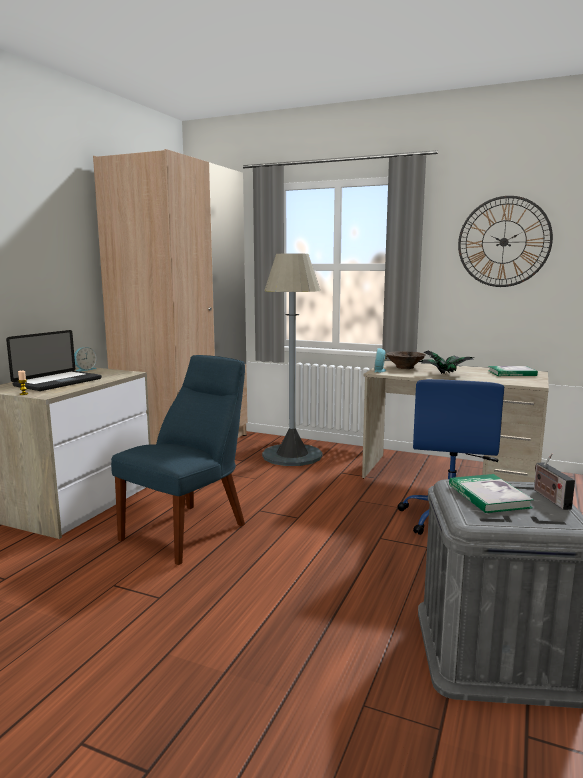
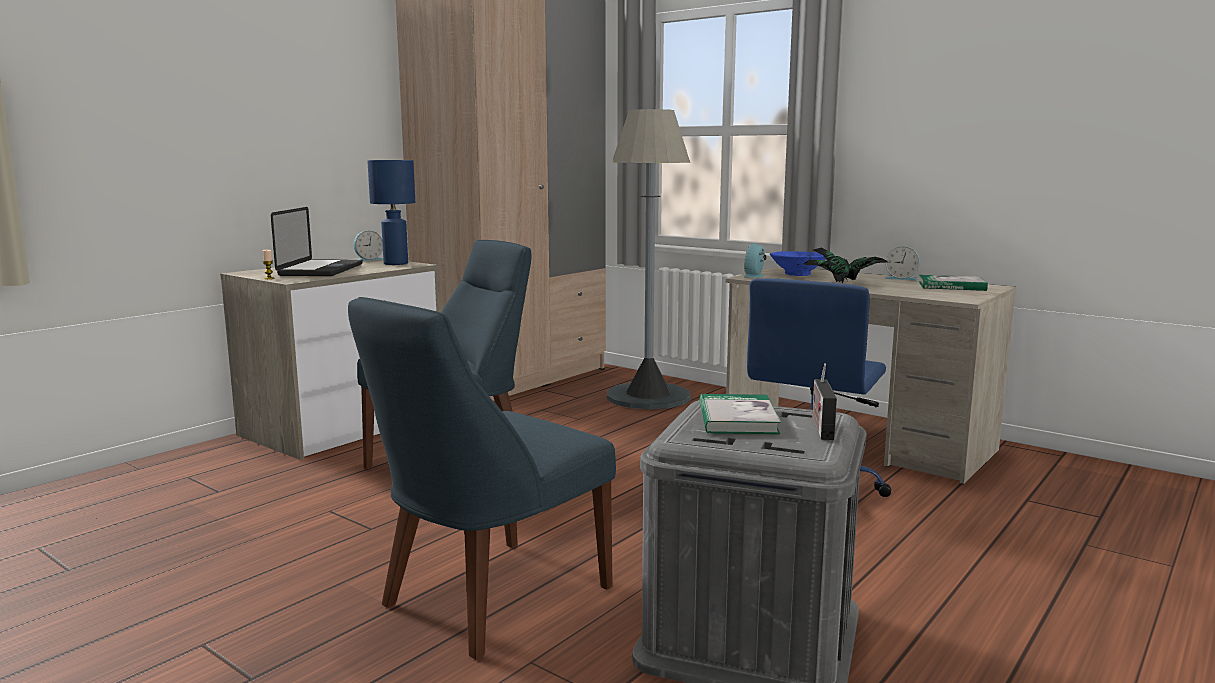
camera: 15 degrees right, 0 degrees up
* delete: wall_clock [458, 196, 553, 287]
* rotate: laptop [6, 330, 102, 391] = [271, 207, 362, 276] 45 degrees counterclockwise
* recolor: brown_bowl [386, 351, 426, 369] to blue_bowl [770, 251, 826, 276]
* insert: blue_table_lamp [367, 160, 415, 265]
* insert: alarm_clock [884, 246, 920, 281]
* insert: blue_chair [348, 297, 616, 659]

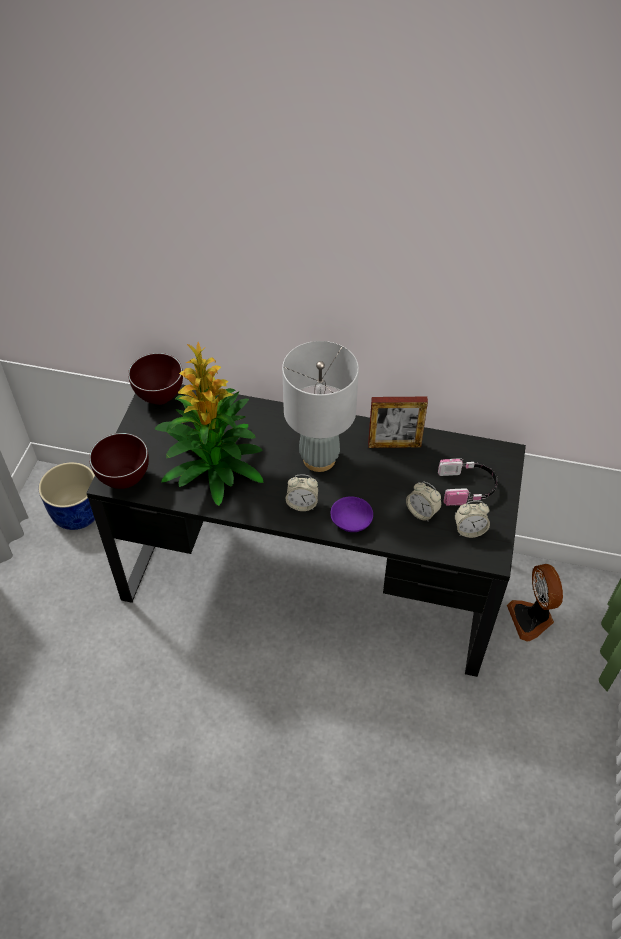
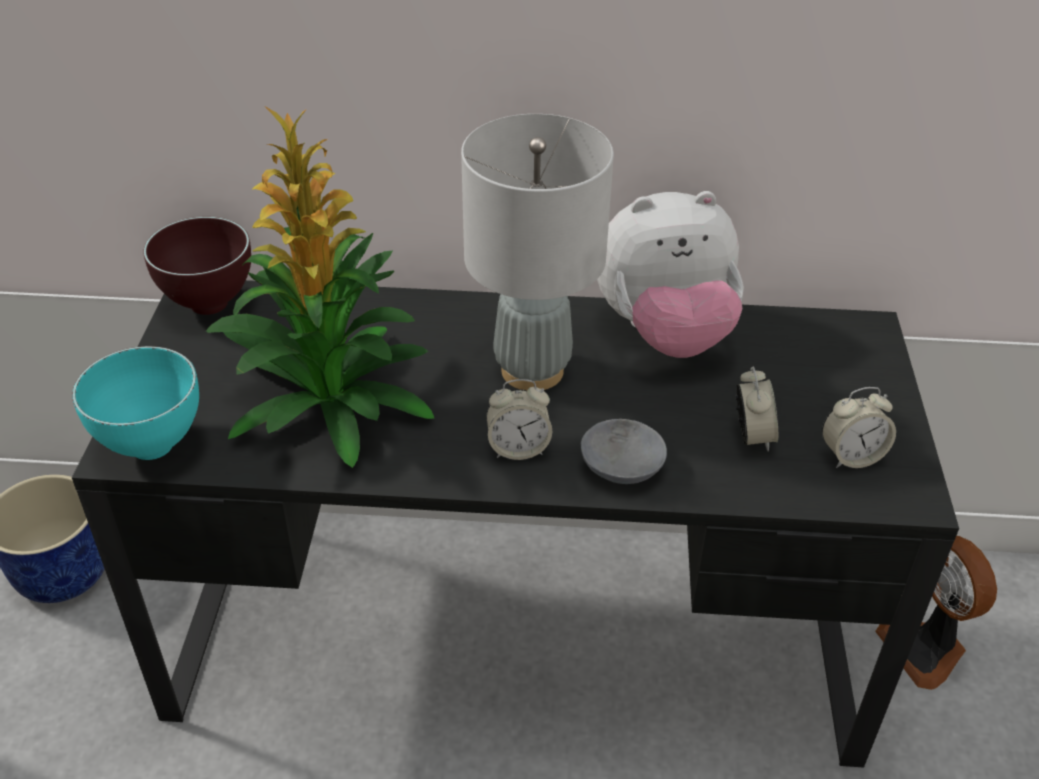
camera: 10 degrees left, 10 degrees down
* replace: picture_frame [368, 397, 428, 448] to plush_toy [597, 191, 744, 358]
* recolor: brown_bowl [89, 433, 149, 489] to turquoise_bowl [72, 346, 199, 460]
* delete: headphones [438, 458, 498, 506]
* rotate: alarm_clock [406, 481, 442, 522] = [736, 367, 778, 452] 120 degrees counterclockwise
* recolor: purple_bowl [331, 496, 373, 532] to grey_bowl [581, 419, 667, 484]

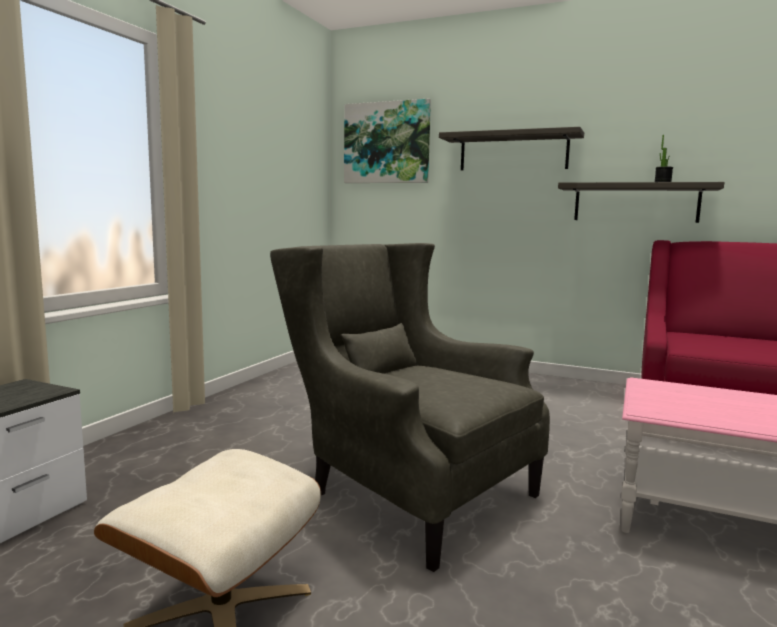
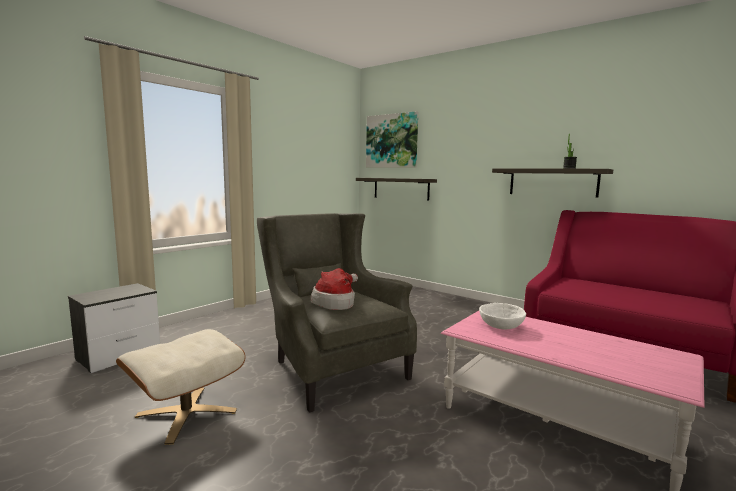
camera: 15 degrees right, 0 degrees up
* move: shelf [439, 127, 584, 170] to [356, 178, 437, 201]
* insert: hat [311, 268, 358, 310]
* insert: white_bowl [479, 303, 526, 329]

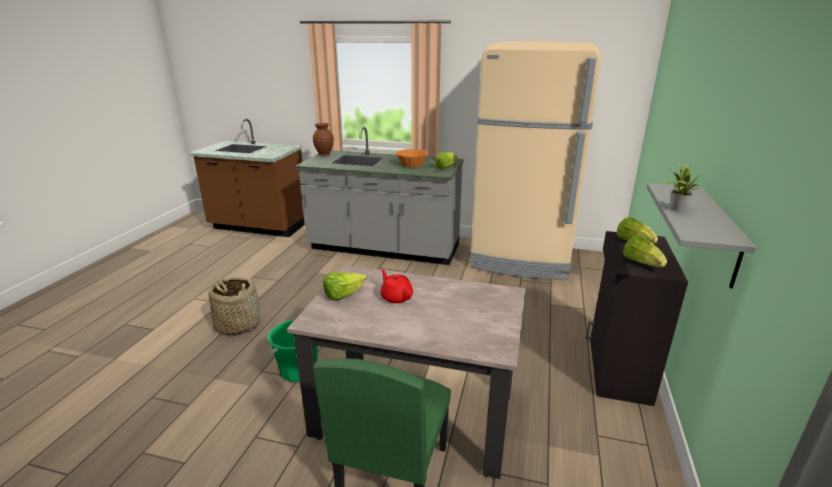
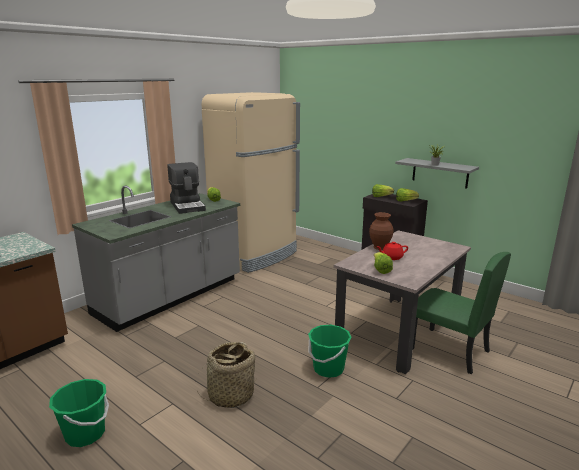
camera: 65 degrees left, 5 degrees down
* move: brown_vase [313, 123, 334, 156] to [369, 212, 394, 250]
* replace: orange_bowl [396, 149, 428, 167] to coffee_machine [167, 162, 206, 214]
* insert: green_bucket [49, 379, 109, 447]

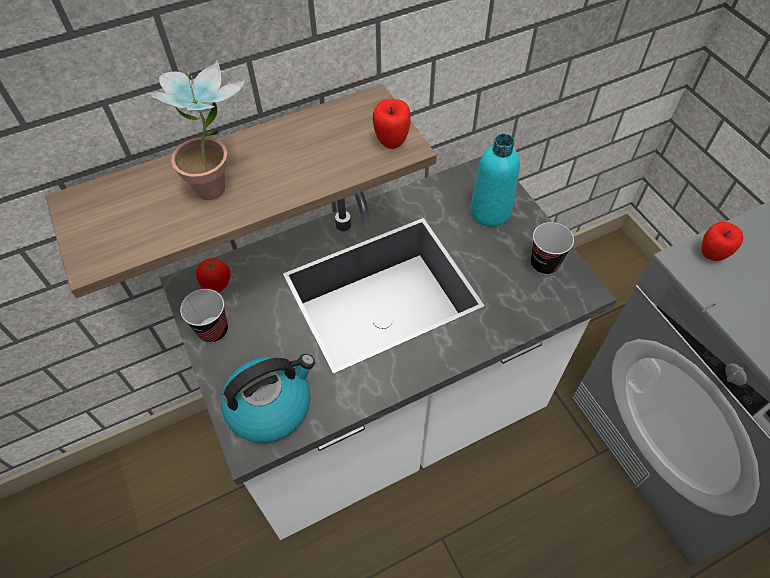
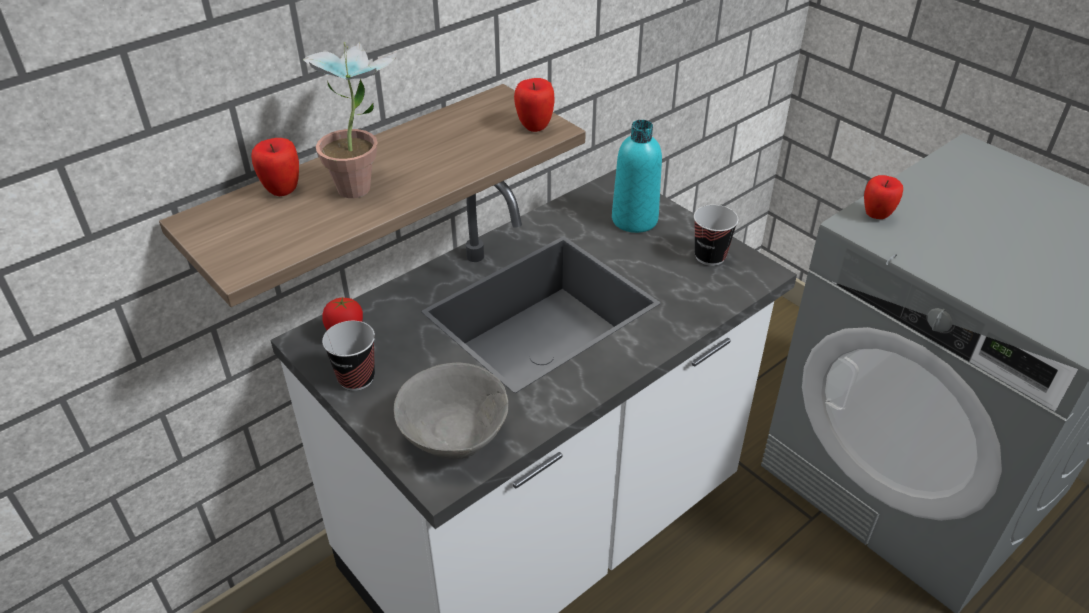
camera: 15 degrees left, 15 degrees down
* replace: kettle [221, 354, 315, 443] to grey_bowl [394, 363, 508, 460]
* insert: apple [251, 138, 299, 196]

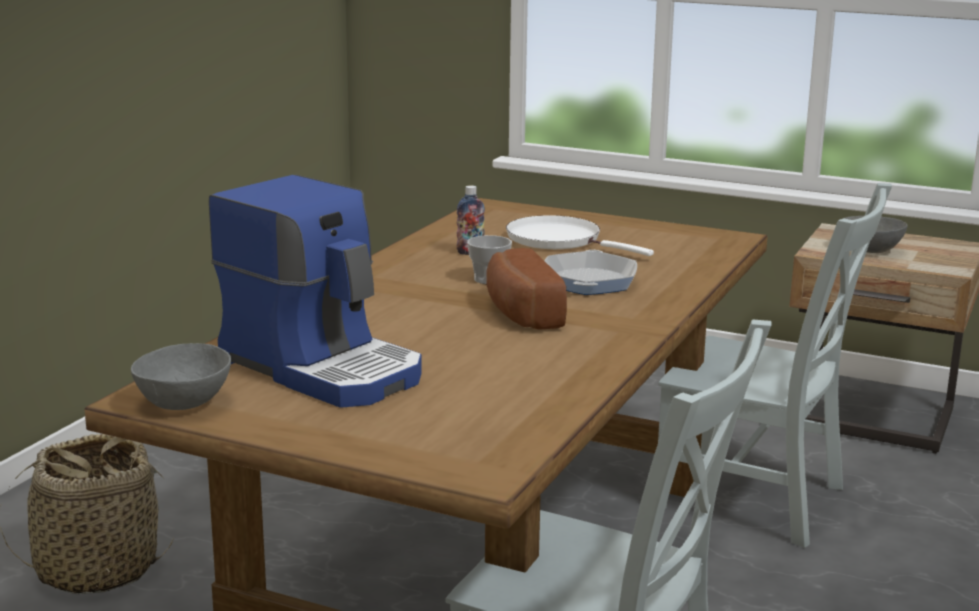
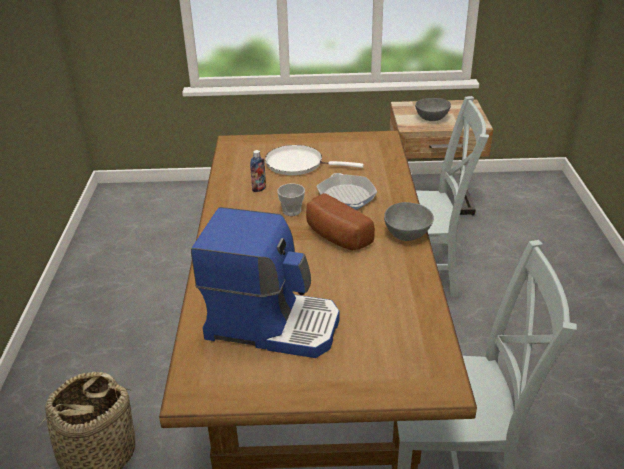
camera: 25 degrees left, 15 degrees up
* move: grey_bowl [131, 343, 231, 410] to [384, 202, 434, 241]

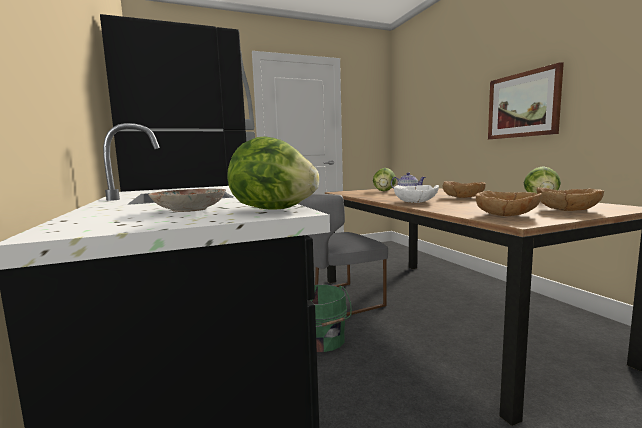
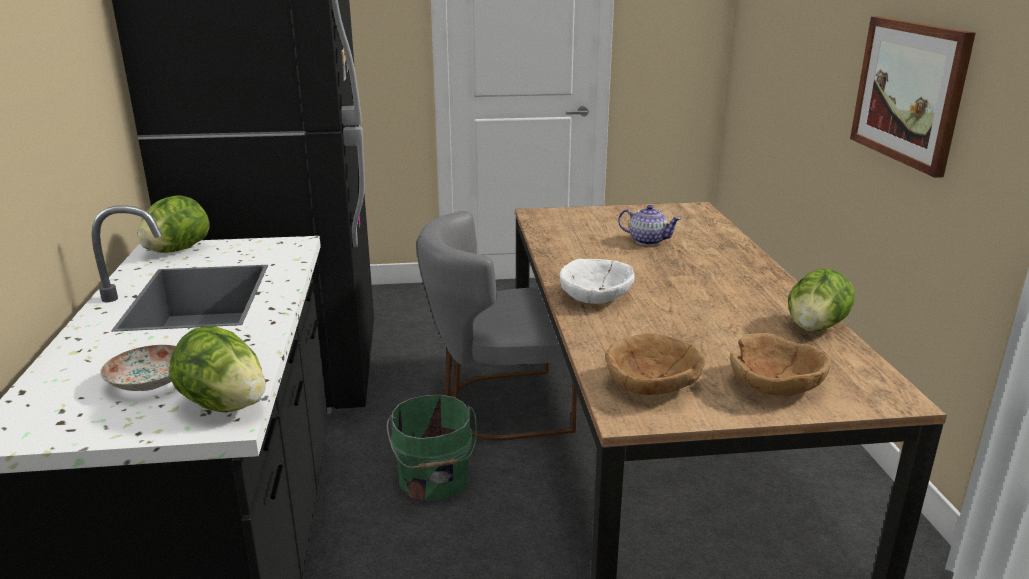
camera: 15 degrees right, 15 degrees up
* move: lettuce [373, 168, 396, 191] to [137, 195, 210, 253]
* delete: brown_bowl [442, 181, 486, 198]

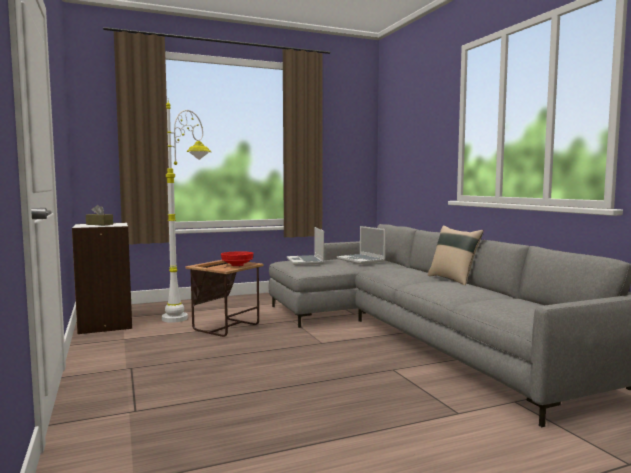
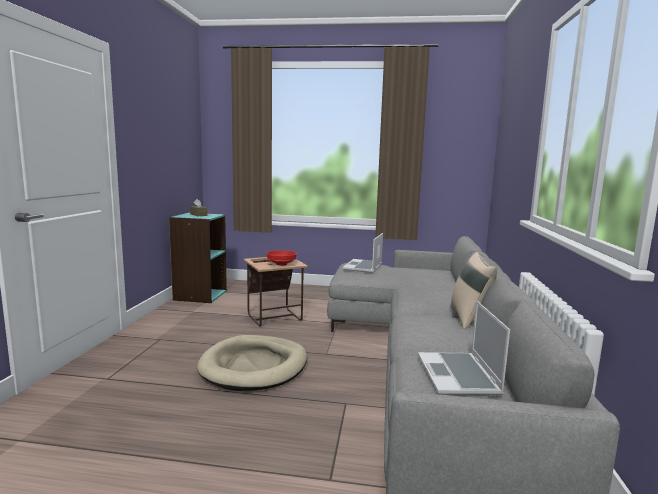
camera: 30 degrees right, 5 degrees up
* delete: white_floor_lamp [162, 98, 211, 323]
* recolor: white_bookcase [72, 223, 132, 334] to turquoise_bookcase [169, 213, 227, 303]
* move: laptop [337, 226, 385, 264] to [418, 301, 510, 395]
* insert: beige_dog_bed [197, 335, 307, 391]

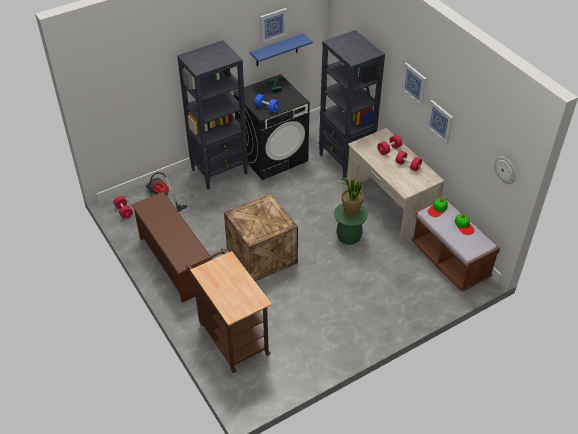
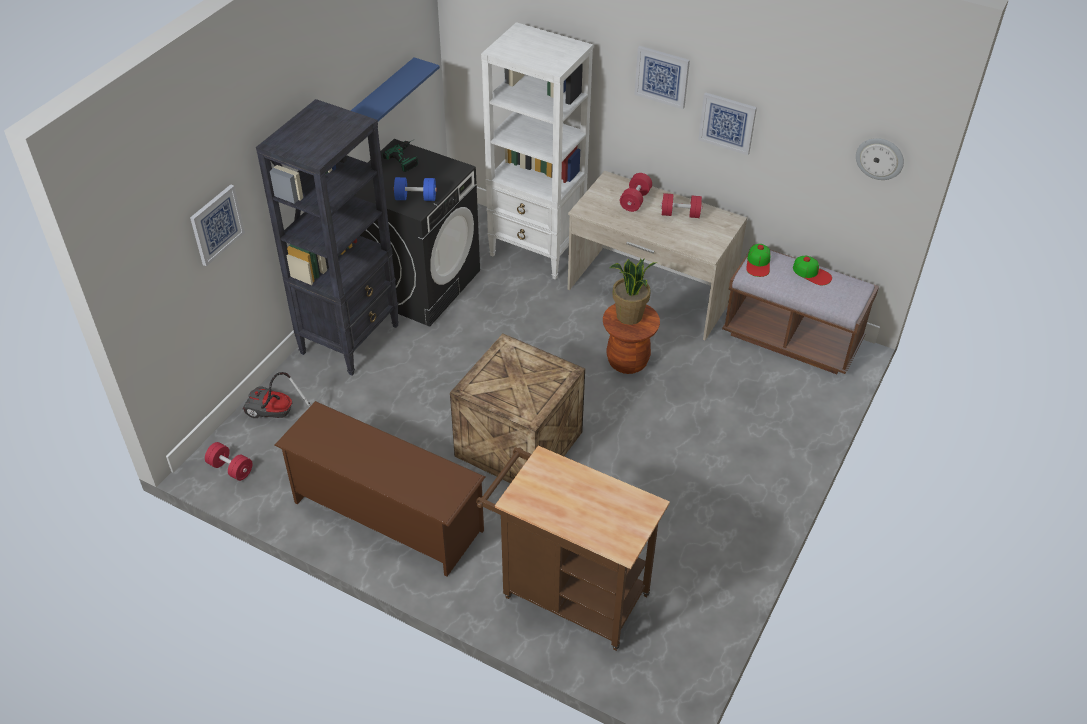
camera: 30 degrees left, 0 degrees up
* move: picture [260, 8, 287, 43] to [190, 184, 245, 266]
* recolor: black_bookcase [319, 30, 385, 178] to white_bookcase [481, 22, 593, 280]
* recolor: green_stool [334, 203, 368, 245] to brown_stool [603, 304, 660, 374]

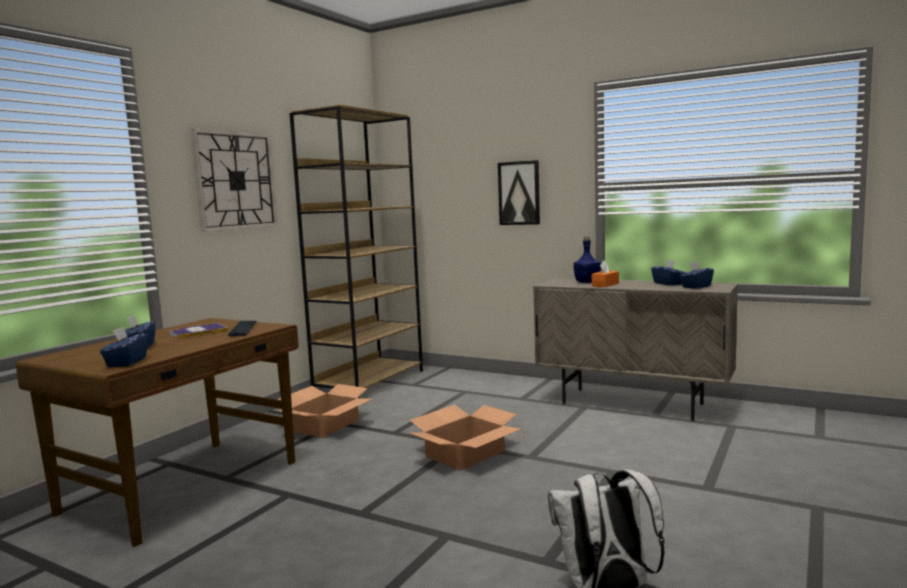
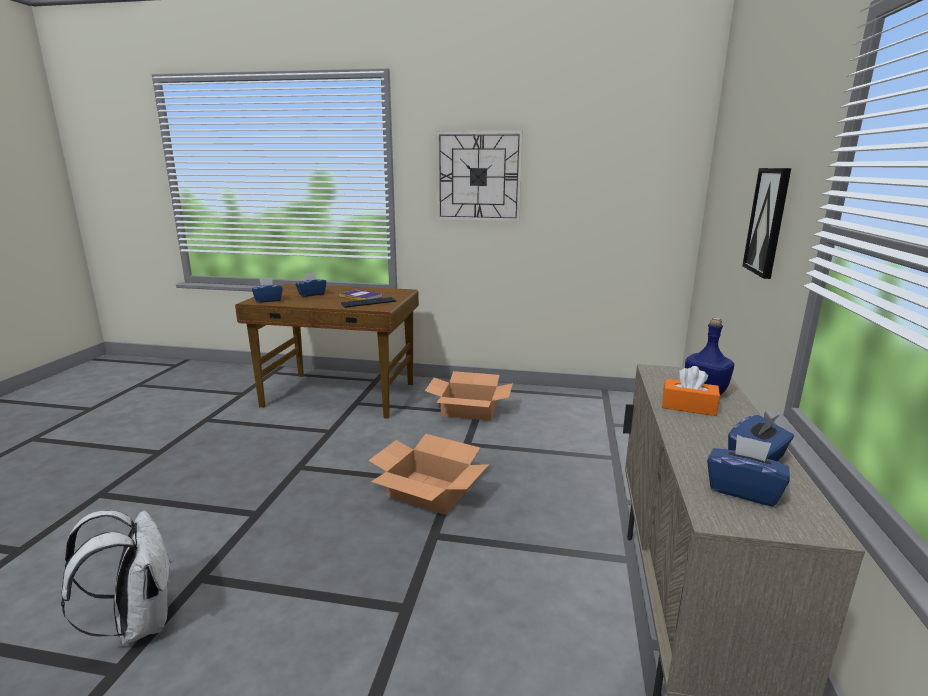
camera: 70 degrees right, 10 degrees up
* delete: brown_bookcase [289, 105, 423, 398]

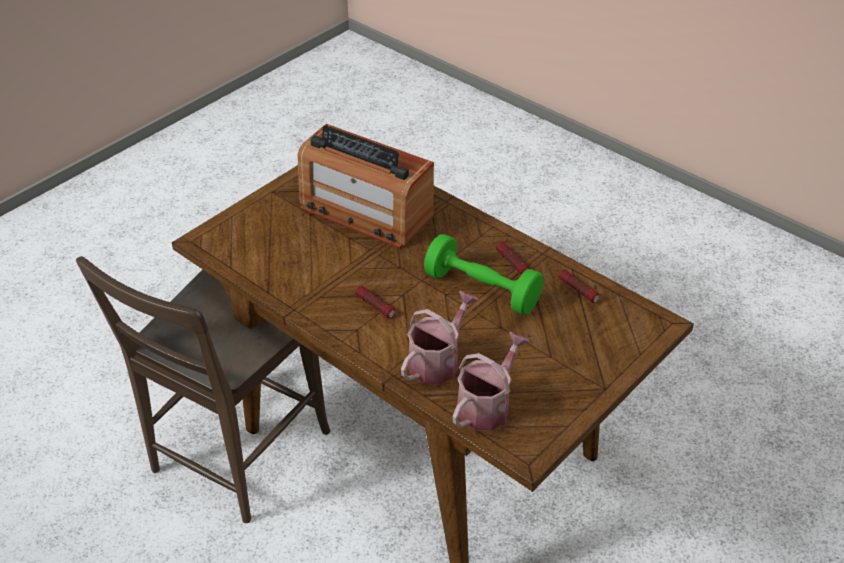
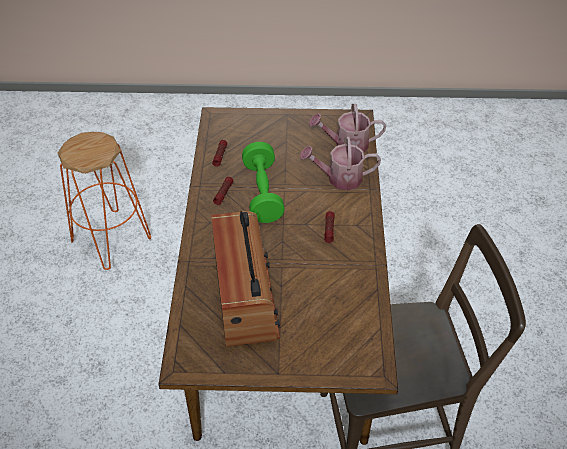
camera: 130 degrees left, 5 degrees up
* insert: orange_stool [58, 132, 151, 270]

